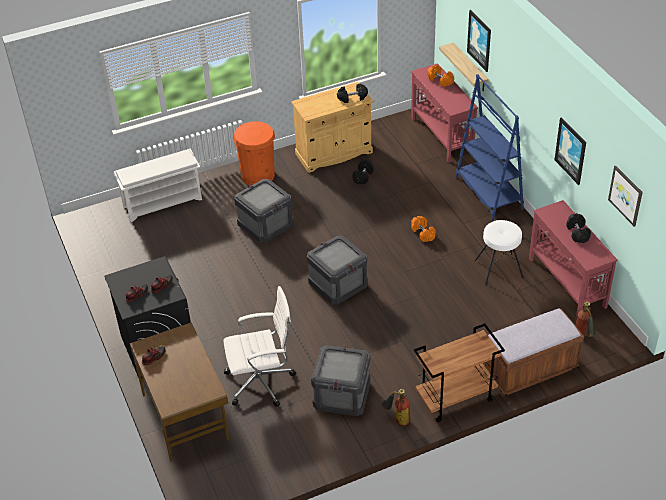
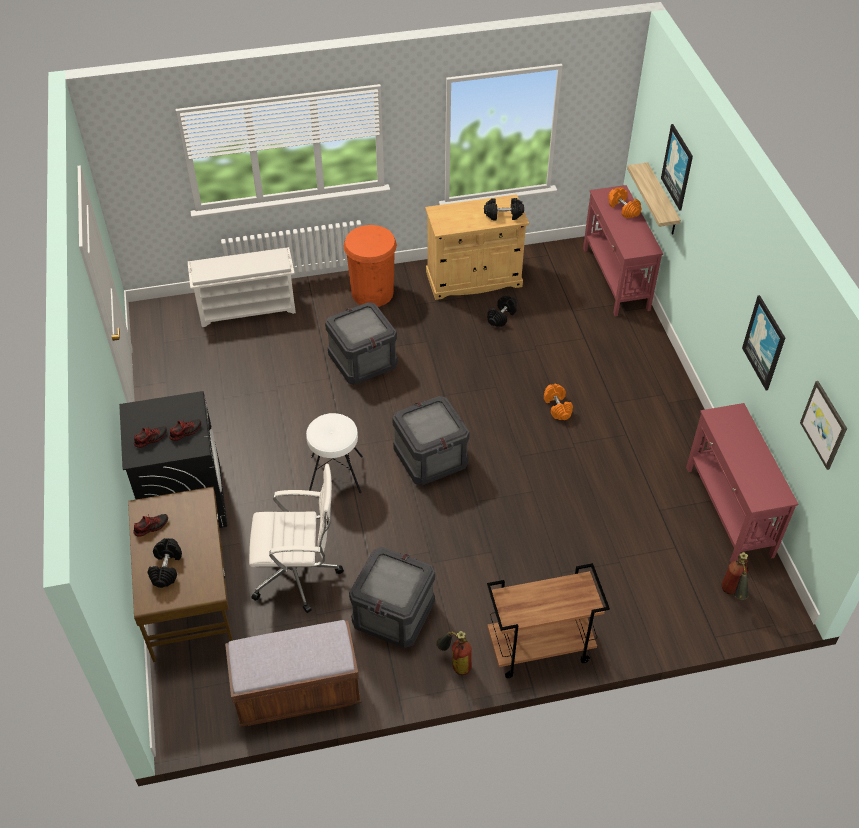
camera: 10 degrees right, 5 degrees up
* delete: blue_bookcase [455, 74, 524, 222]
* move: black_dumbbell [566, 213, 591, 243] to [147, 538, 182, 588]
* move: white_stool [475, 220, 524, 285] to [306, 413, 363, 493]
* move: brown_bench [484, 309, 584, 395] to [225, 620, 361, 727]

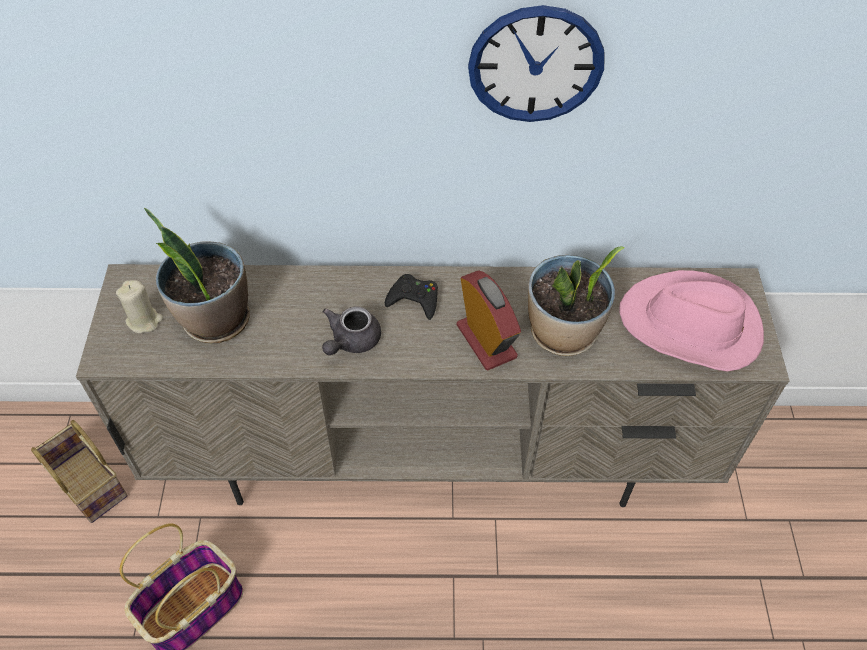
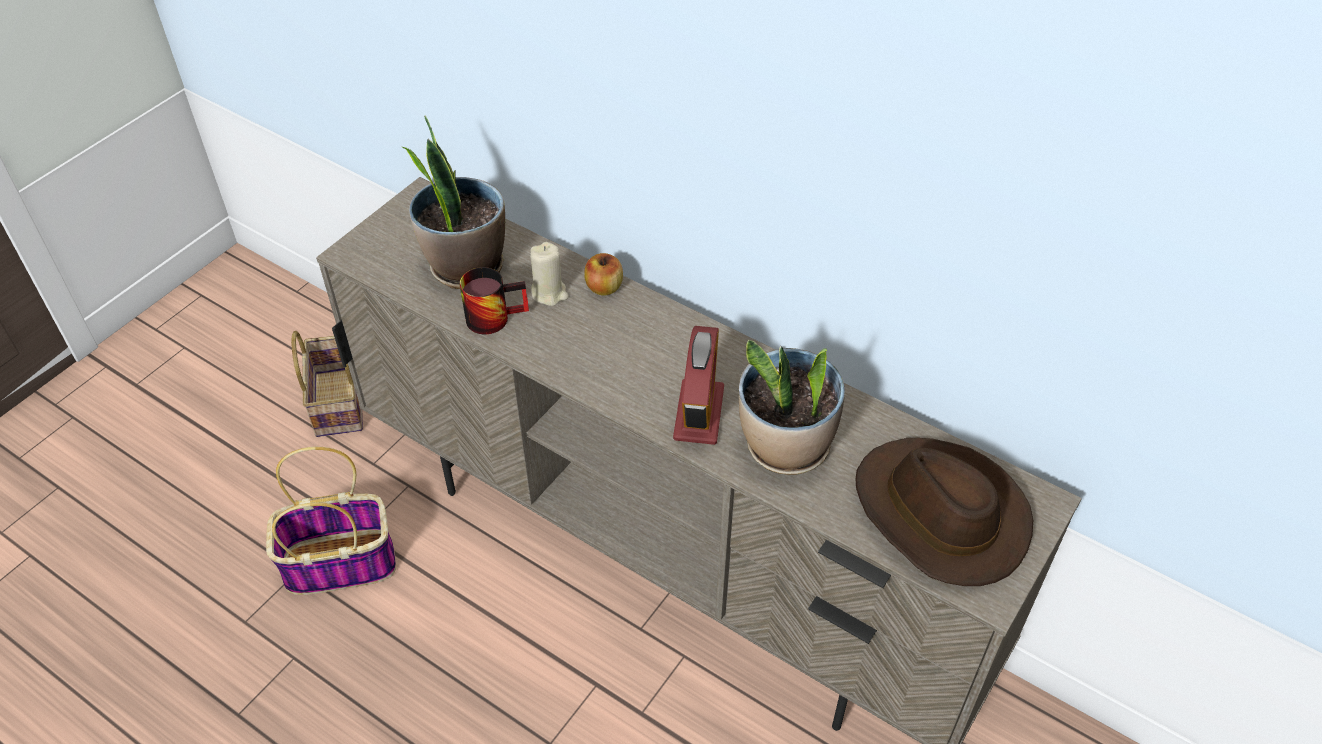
camera: 35 degrees right, 5 degrees down
* delete: wall_clock [468, 5, 604, 122]
* recolor: pink_hat [619, 270, 764, 371] to brown_hat [856, 438, 1033, 586]
* delete: black_game_controller [385, 274, 438, 320]
* move: beige_candle [116, 280, 163, 333] to [530, 242, 569, 306]
* delete: grey_teapot [322, 306, 381, 355]
* insert: apple [584, 253, 623, 295]
* insert: mug [459, 267, 529, 334]

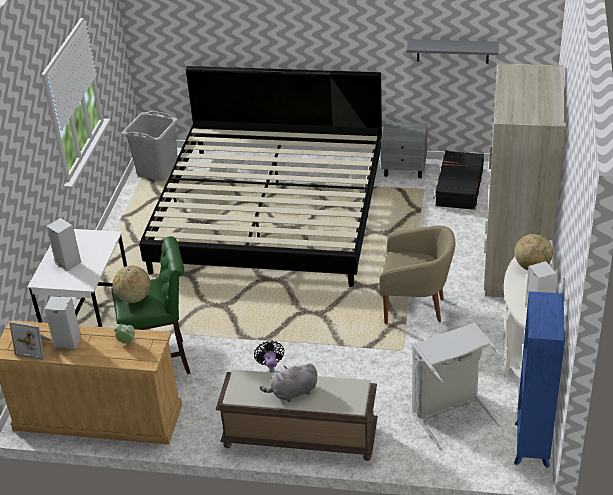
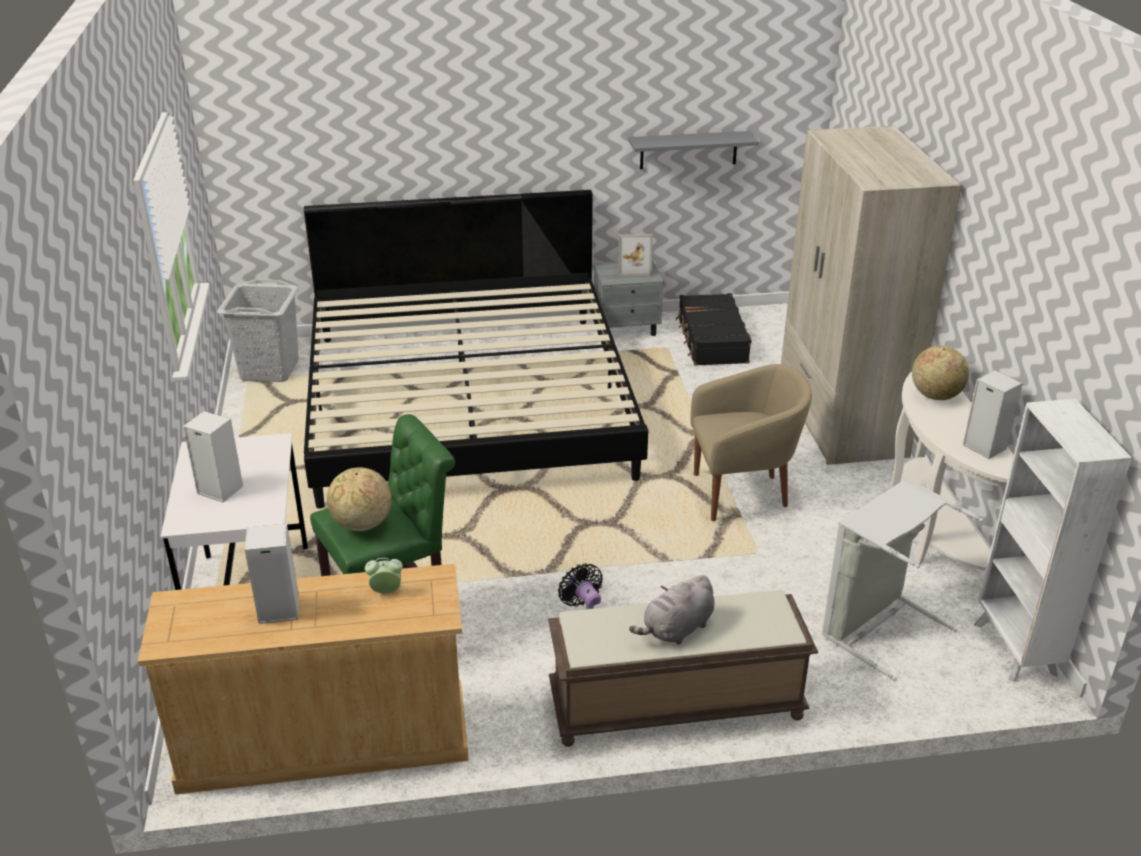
camera: 20 degrees left, 5 degrees down
* recolor: blue_bookcase [514, 291, 565, 468] to white_bookcase [974, 399, 1132, 682]
* move: picture_frame [9, 321, 53, 360] to [618, 234, 652, 276]

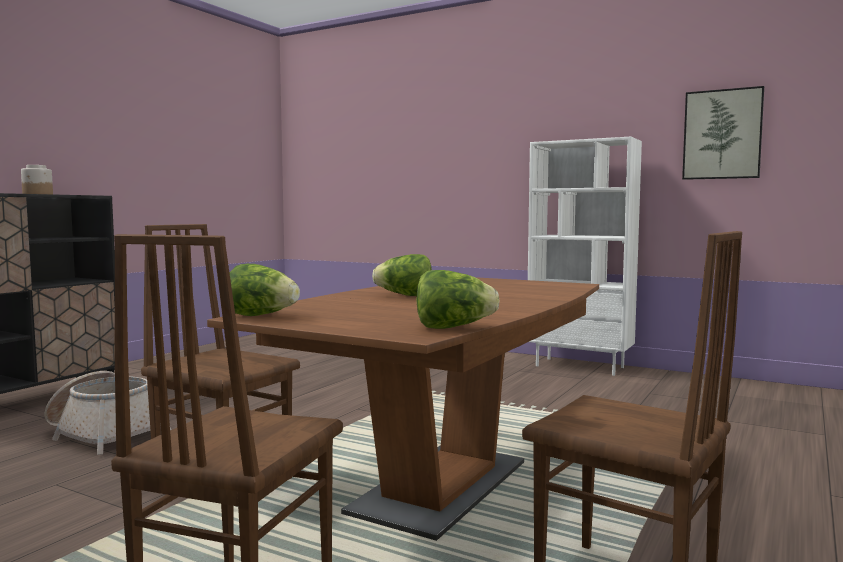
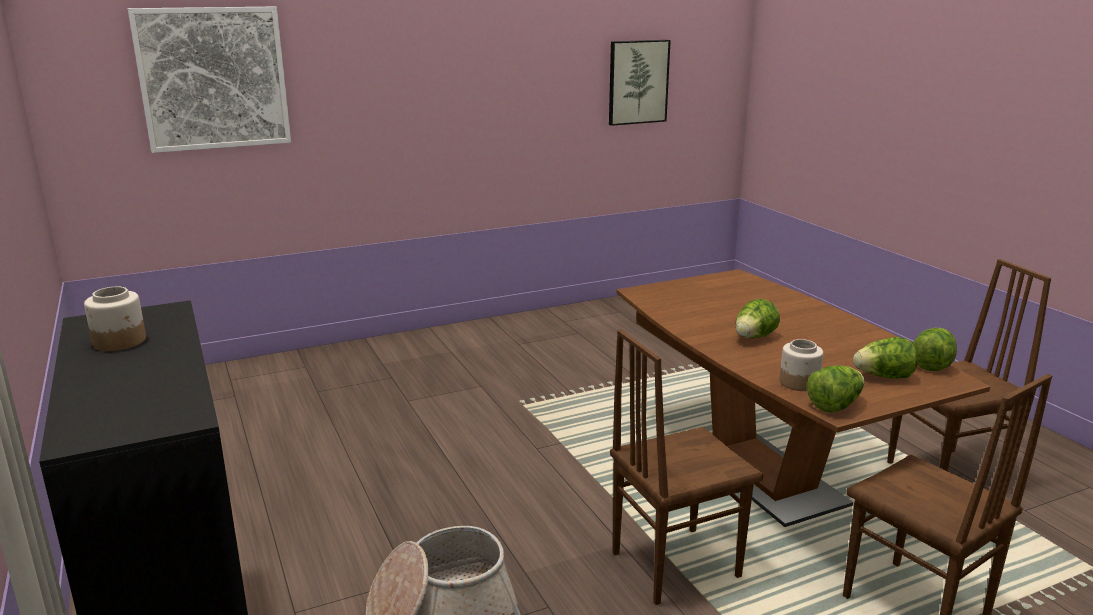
camera: 55 degrees left, 15 degrees up
* delete: white_bookcase [528, 137, 642, 376]
* insert: picture [128, 7, 291, 153]
* insert: lettuce [853, 337, 918, 378]
* insert: jar [779, 339, 823, 391]

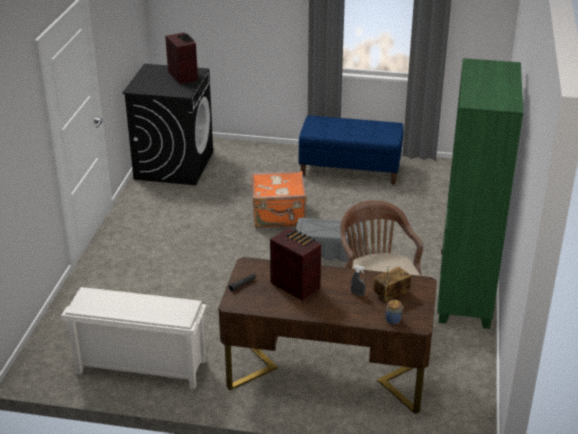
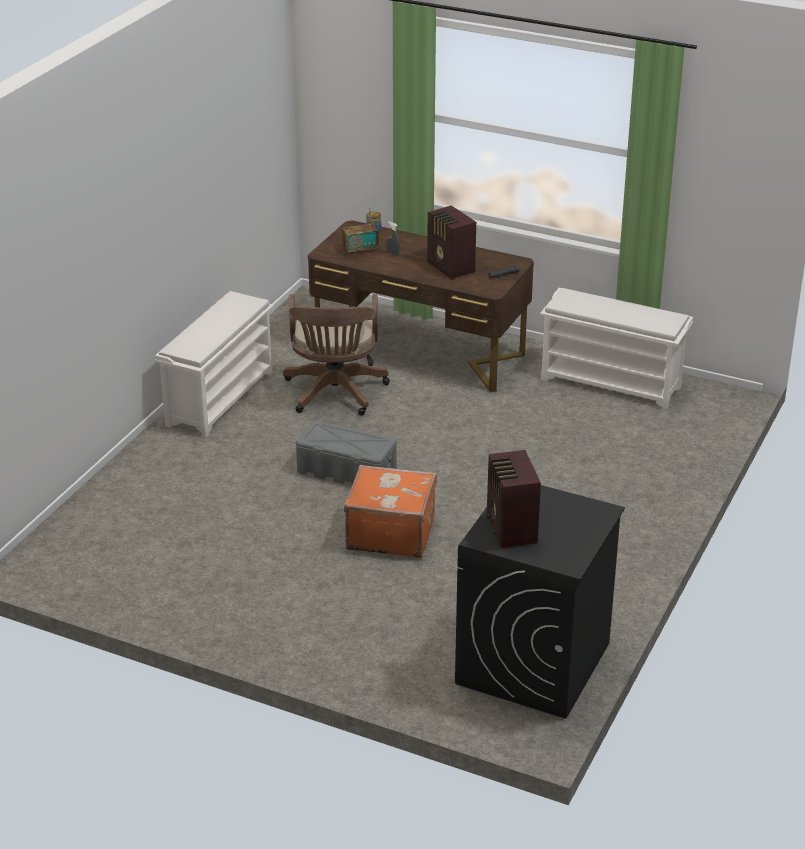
camera: 165 degrees left, 0 degrees up
* replace: green_bookcase [437, 58, 524, 329] to white_shoe_rack [155, 291, 274, 438]
* delete: blue_bench [299, 115, 404, 185]

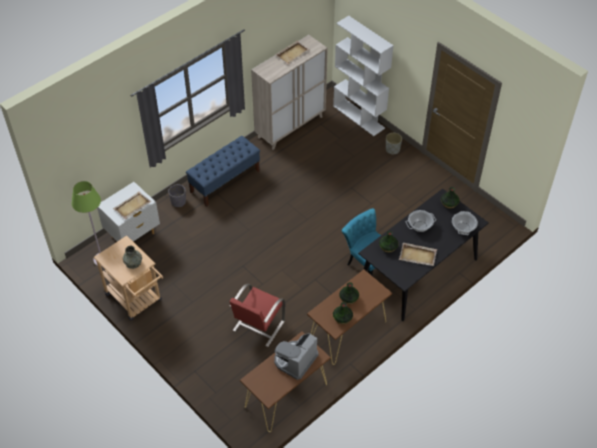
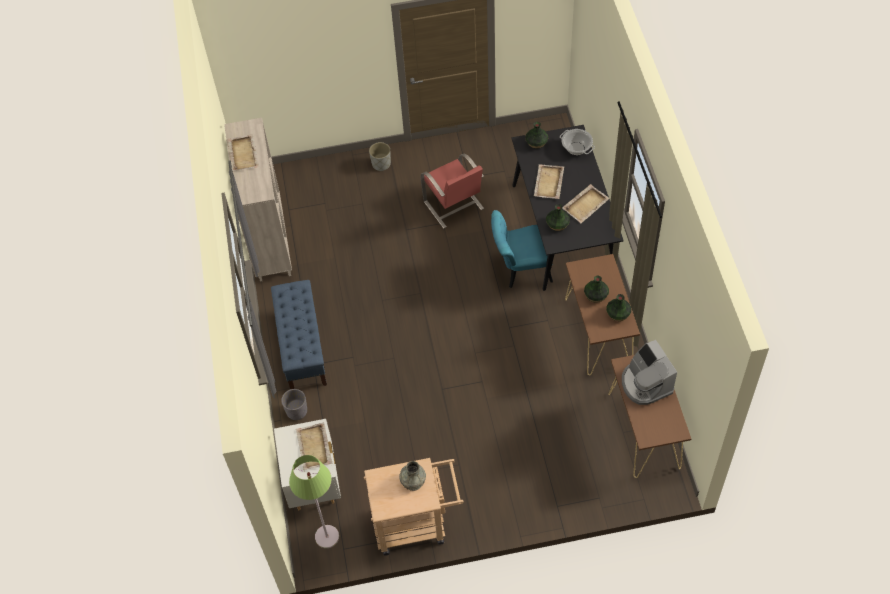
camera: 55 degrees left, 5 degrees up
* delete: white_bookcase [333, 16, 394, 136]
* replace: cooking_pot [406, 210, 436, 232] to beige_tray [534, 164, 564, 199]
* move: red_chair [230, 284, 286, 347] to [421, 153, 484, 229]

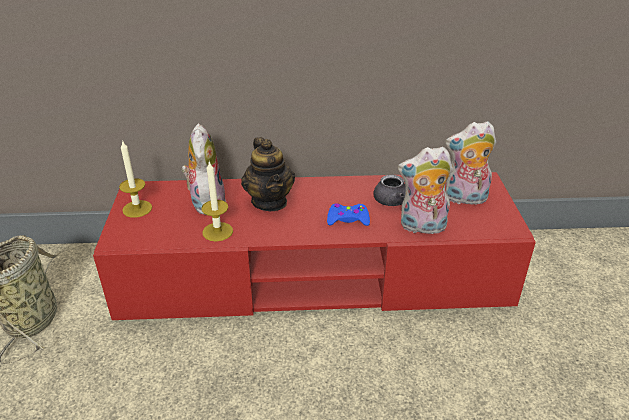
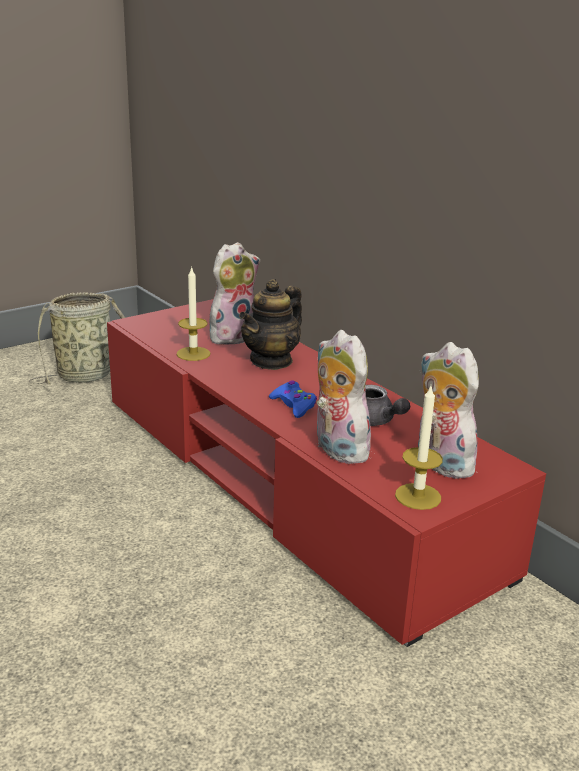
camera: 55 degrees right, 10 degrees down
* move: candle [119, 140, 152, 218] to [395, 386, 443, 510]

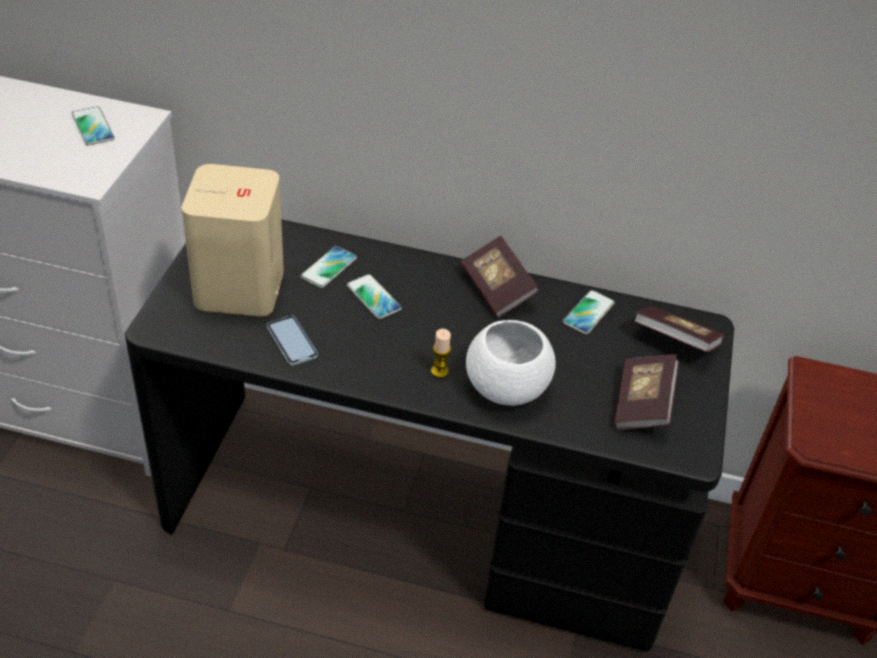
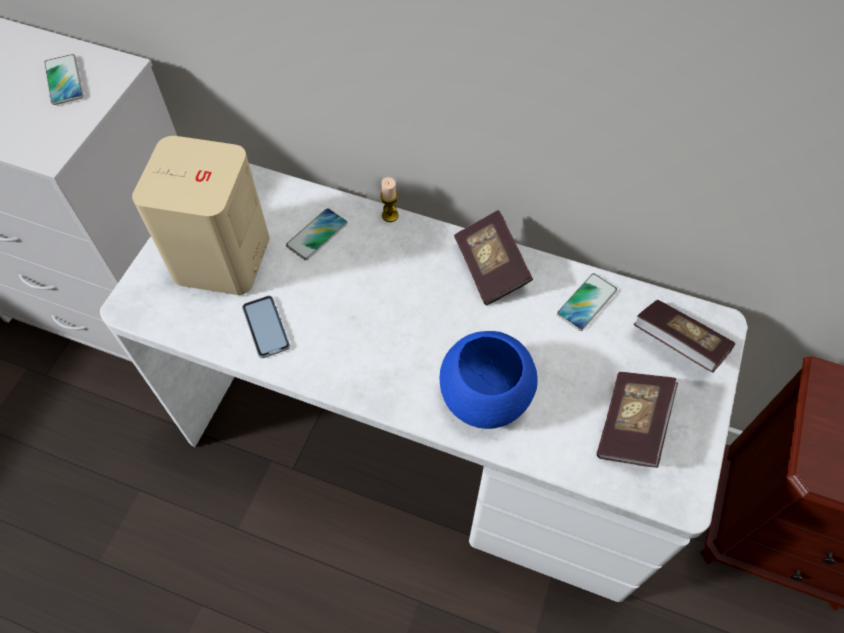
camera: 10 degrees right, 15 degrees up
* recolor: black_desk [125, 219, 734, 651] to white_desk [100, 163, 747, 602]
* delete: phone [347, 274, 402, 319]
* recolor: white_bowl [466, 320, 556, 406] to blue_bowl [439, 331, 538, 429]
* move: candle [431, 329, 451, 378] to [380, 177, 399, 222]

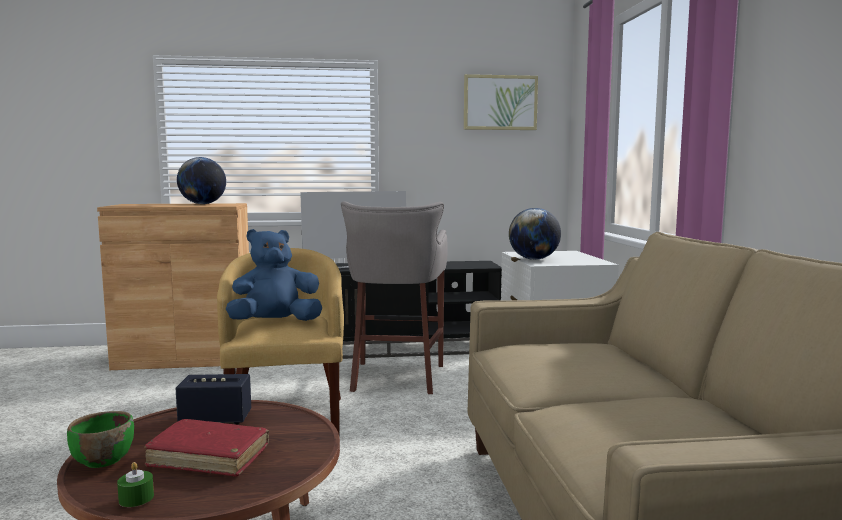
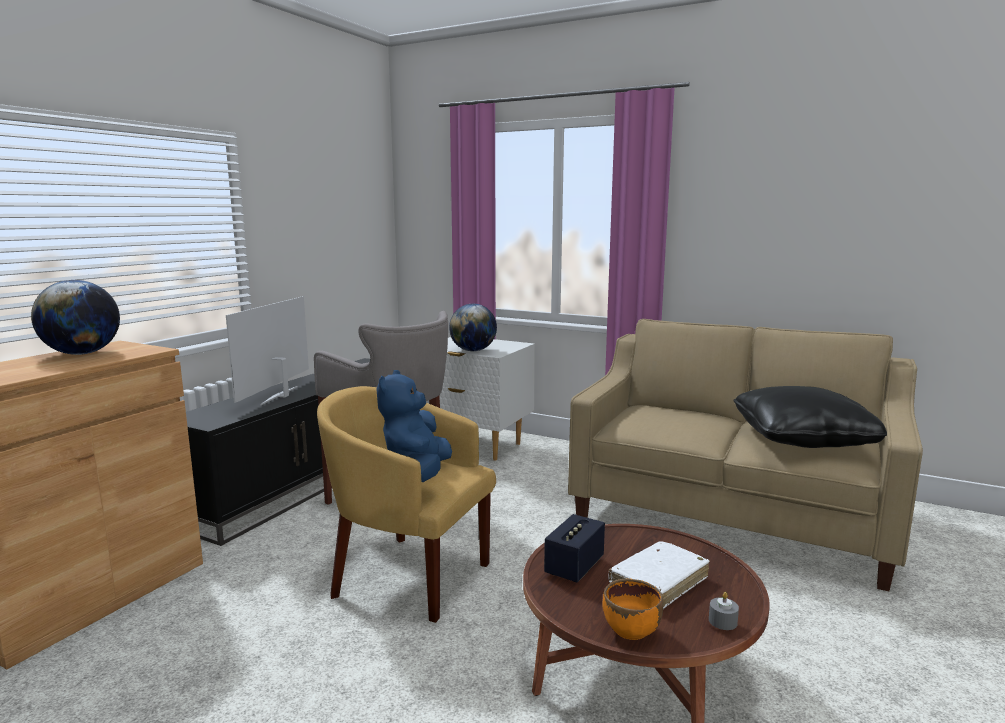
camera: 55 degrees left, 5 degrees up
* delete: picture [464, 74, 538, 130]
* recolor: green_bowl [67, 411, 134, 468] to orange_bowl [602, 578, 664, 640]
* recolor: red_book [144, 419, 269, 477] to white_book [609, 541, 710, 609]
* recolor: green_candle [117, 462, 154, 507] to grey_candle [709, 592, 739, 630]
* insert: black_pillow [733, 386, 887, 448]

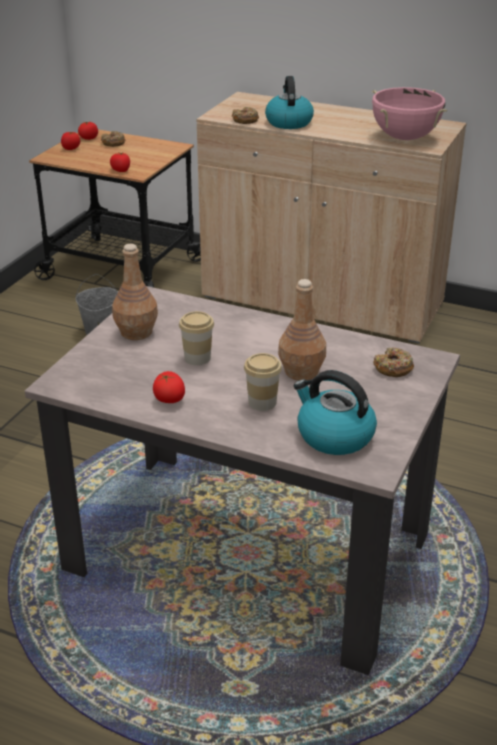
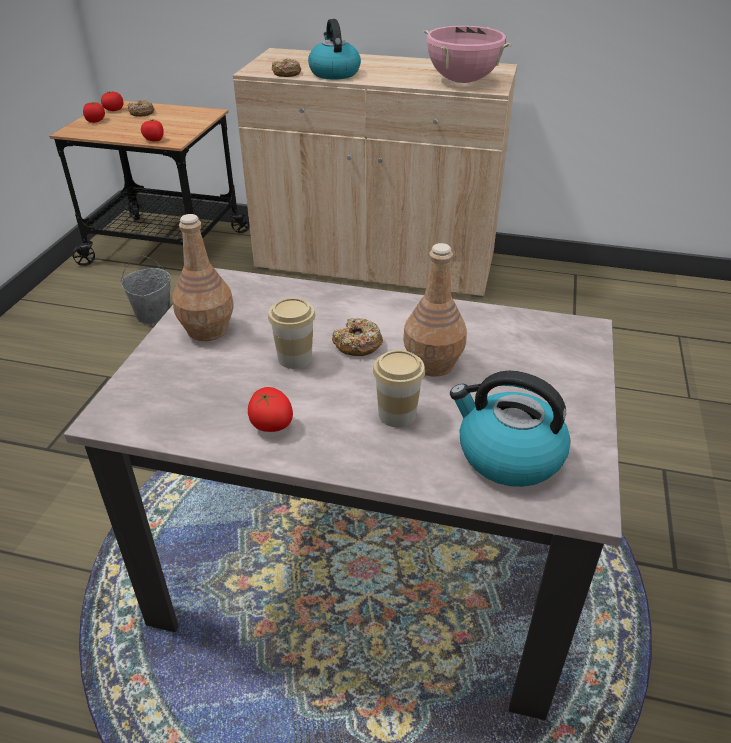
camera: 10 degrees left, 5 degrees up
* move: donut [373, 347, 414, 377] to [332, 318, 383, 356]

